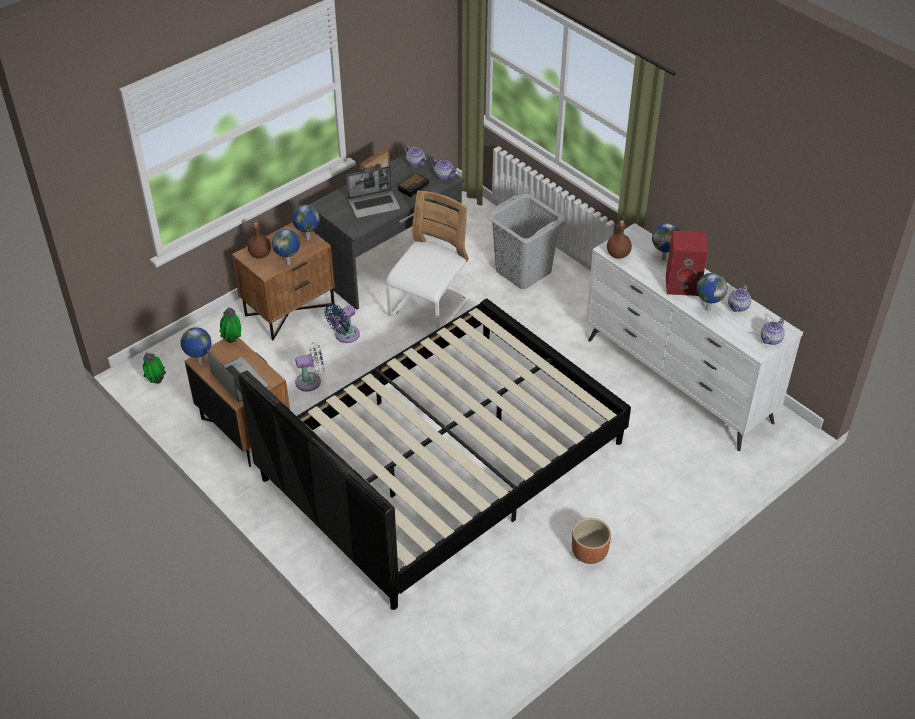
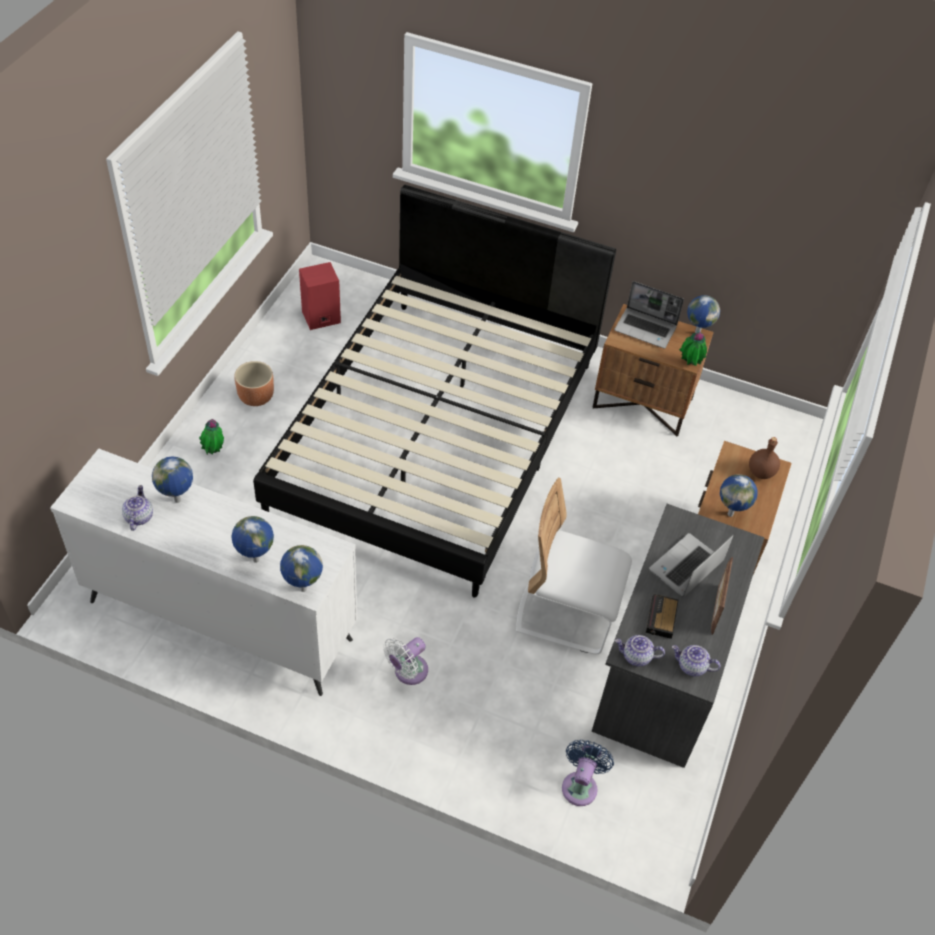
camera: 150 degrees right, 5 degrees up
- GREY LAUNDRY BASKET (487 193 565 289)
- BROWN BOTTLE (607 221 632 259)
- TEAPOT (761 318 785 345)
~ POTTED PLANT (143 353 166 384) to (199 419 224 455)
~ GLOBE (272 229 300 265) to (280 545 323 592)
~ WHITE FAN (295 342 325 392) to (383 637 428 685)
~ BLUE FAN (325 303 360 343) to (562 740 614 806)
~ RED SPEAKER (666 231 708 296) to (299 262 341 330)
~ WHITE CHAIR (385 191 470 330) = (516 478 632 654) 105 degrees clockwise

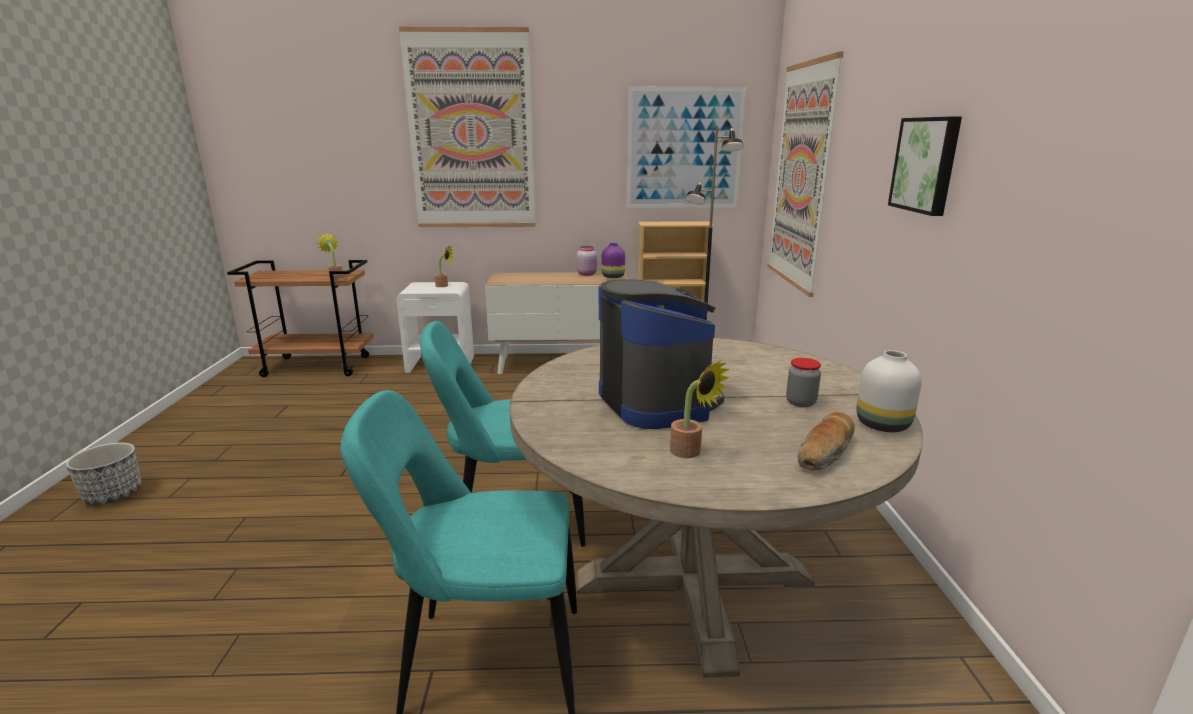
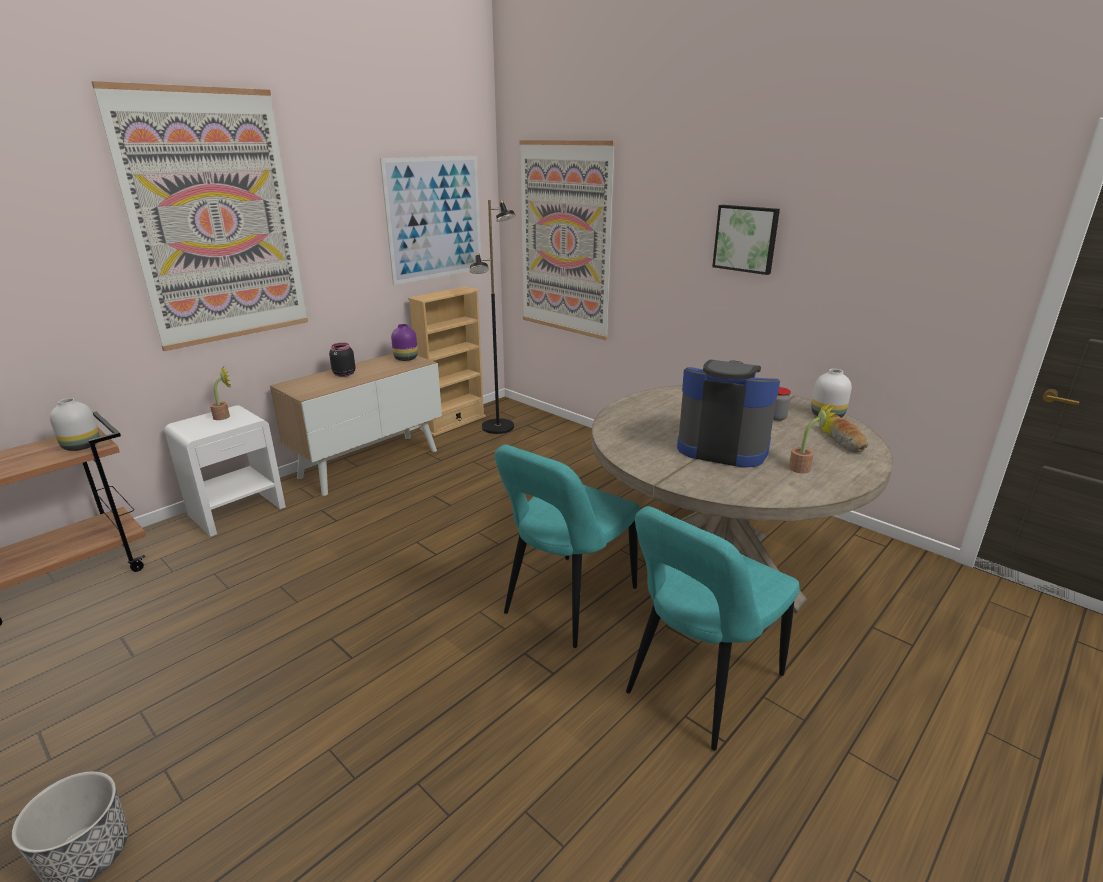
camera: 45 degrees left, 5 degrees up
- PINK JAR (577 246 597 276)
+ BLACK JAR (329 343 356 377)
~ POTTED PLANT (317 233 343 279) to WHITE VASE (50 398 100 451)

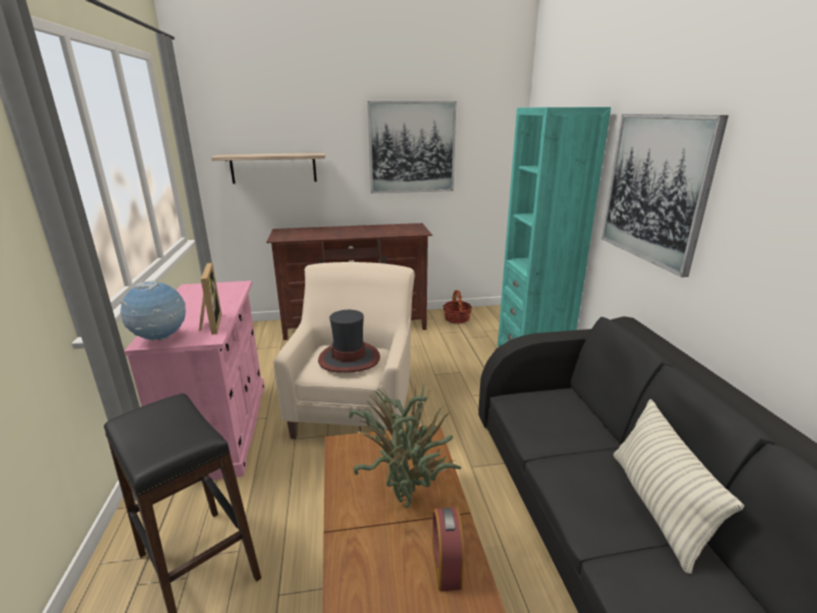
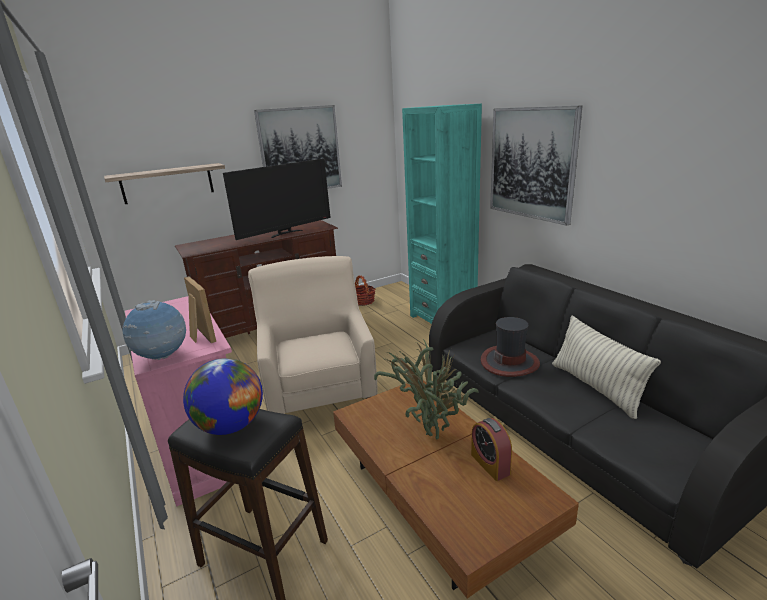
camera: 20 degrees left, 0 degrees up
+ GLOBE (183 358 263 435)
+ TELEVISION (223 158 331 240)
~ HAT (318 310 380 373) to (481 317 540 377)

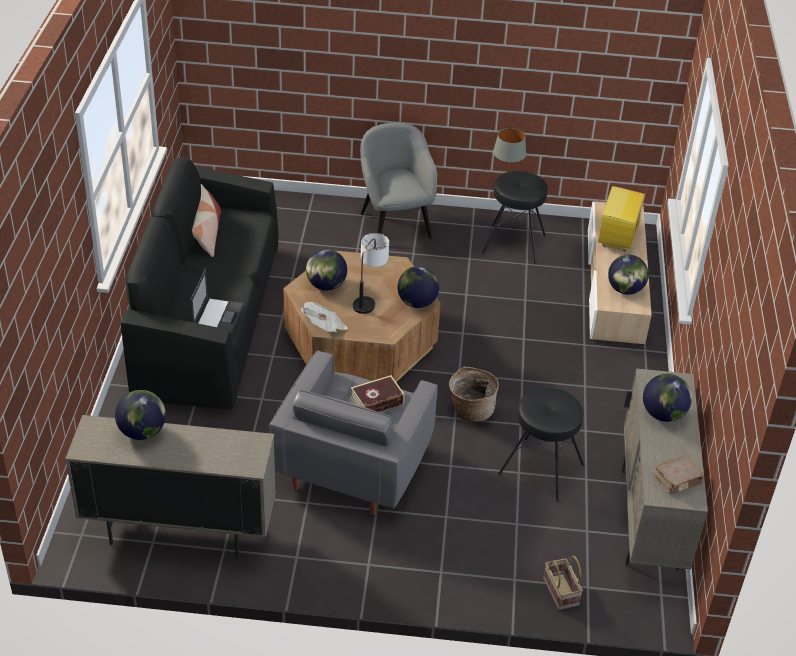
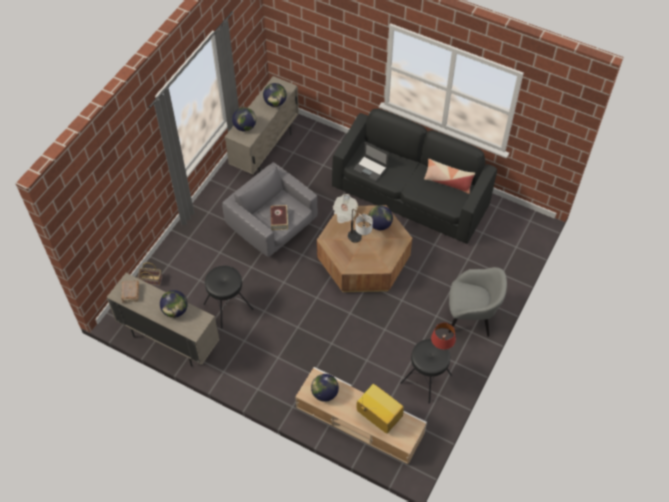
camera: 115 degrees right, 15 degrees up
- BASKET (449 366 499 422)
~ GLOBE (398 266 439 308) to (232 107 256 131)
~ GREY TABLE LAMP (493 128 526 174) to RED TABLE LAMP (431 323 456 350)

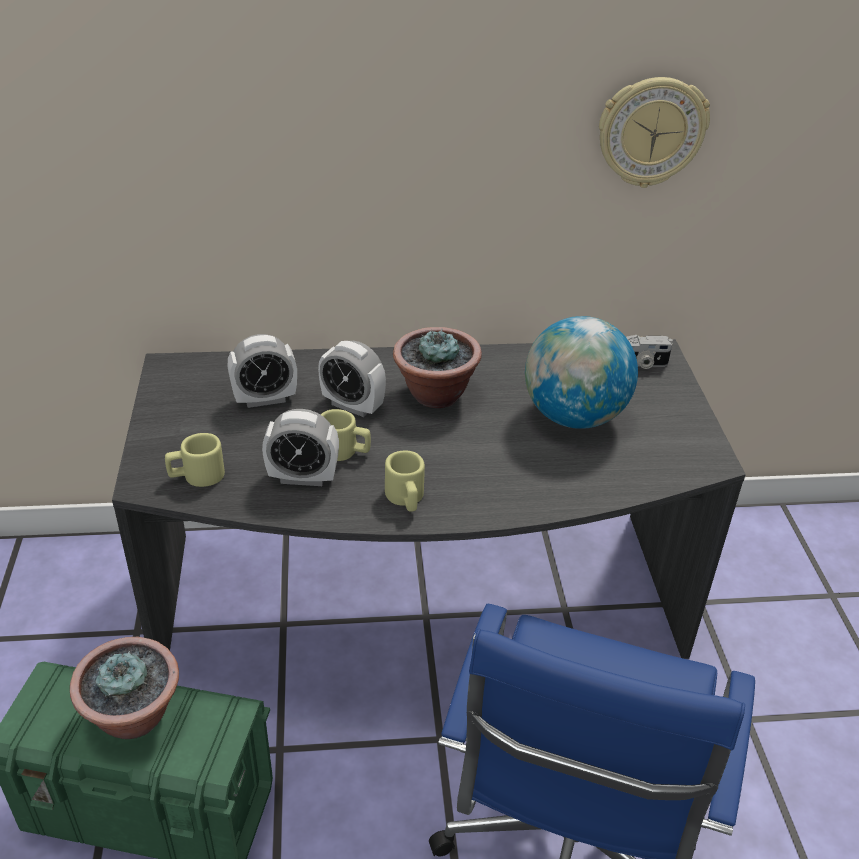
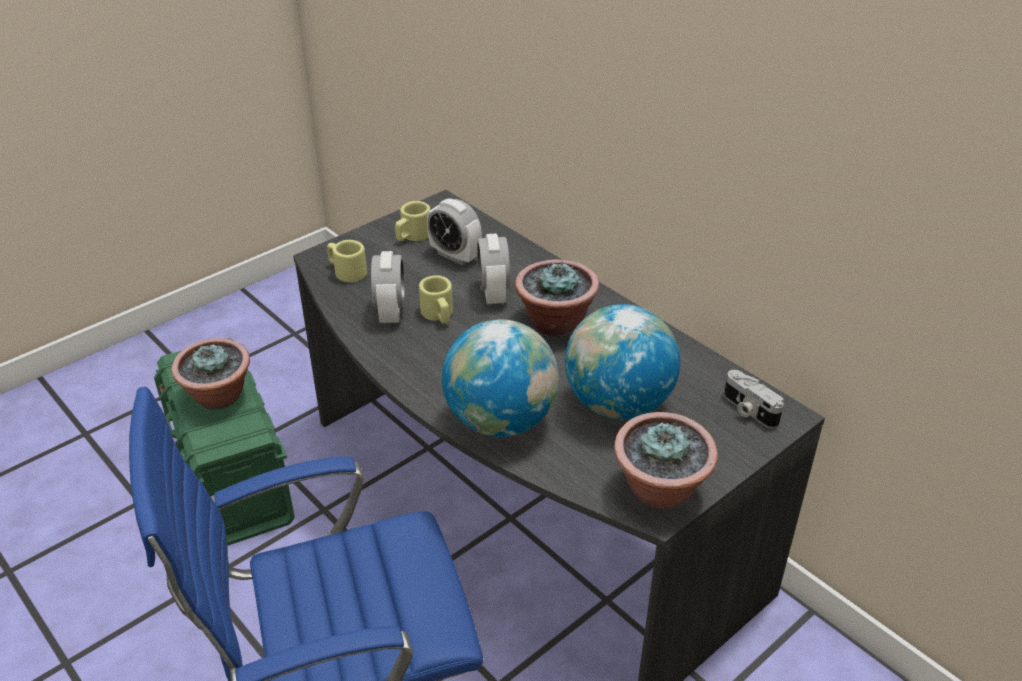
camera: 55 degrees right, 0 degrees up
- WALL CLOCK (599 77 710 188)
+ GLOBE (442 319 559 437)
+ POTTED PLANT (614 412 718 510)
~ BEIGE MUG (385 451 425 512) to (395 201 431 241)
~ ALARM CLOCK (262 409 339 486) = (371 251 404 323) 150 degrees counterclockwise

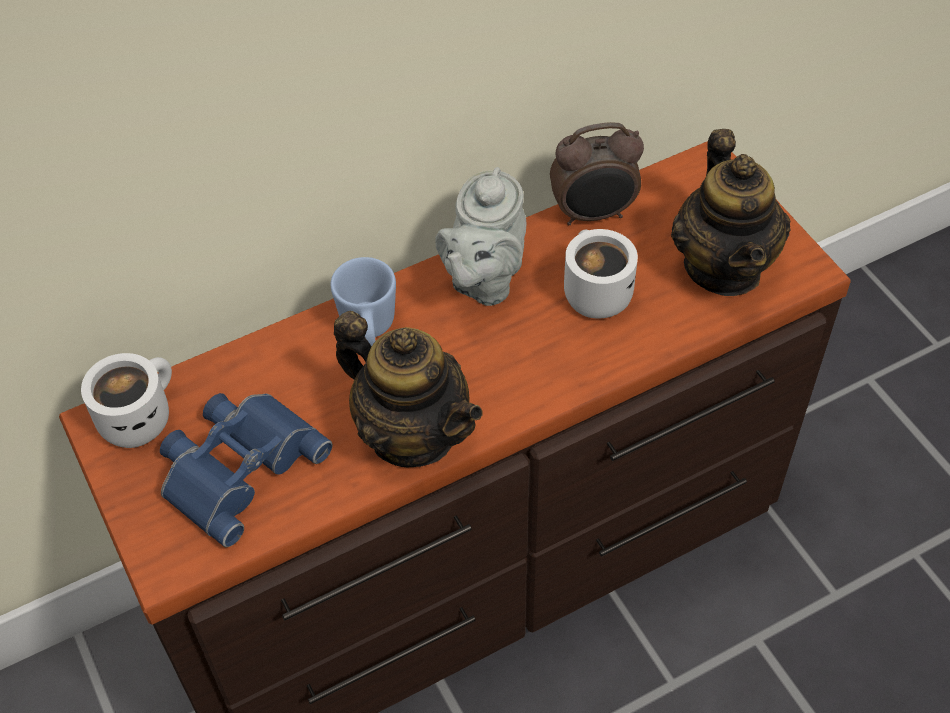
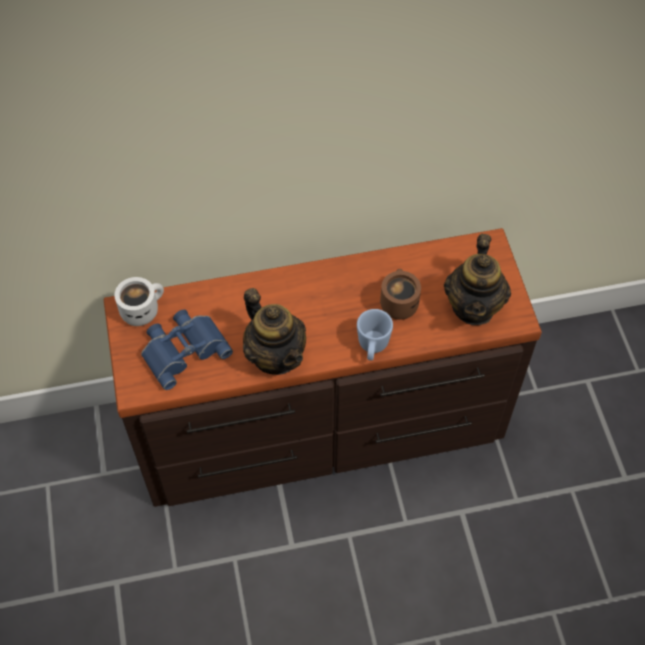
camera: 15 degrees right, 5 degrees up
- GREY TEAPOT (435 167 526 306)
- ALARM CLOCK (550 122 644 225)
~ BLUE MUG (331 257 396 347) to (357 309 393 361)
~ WHITE MUG (564 229 638 319) to BROWN MUG (380 269 421 320)

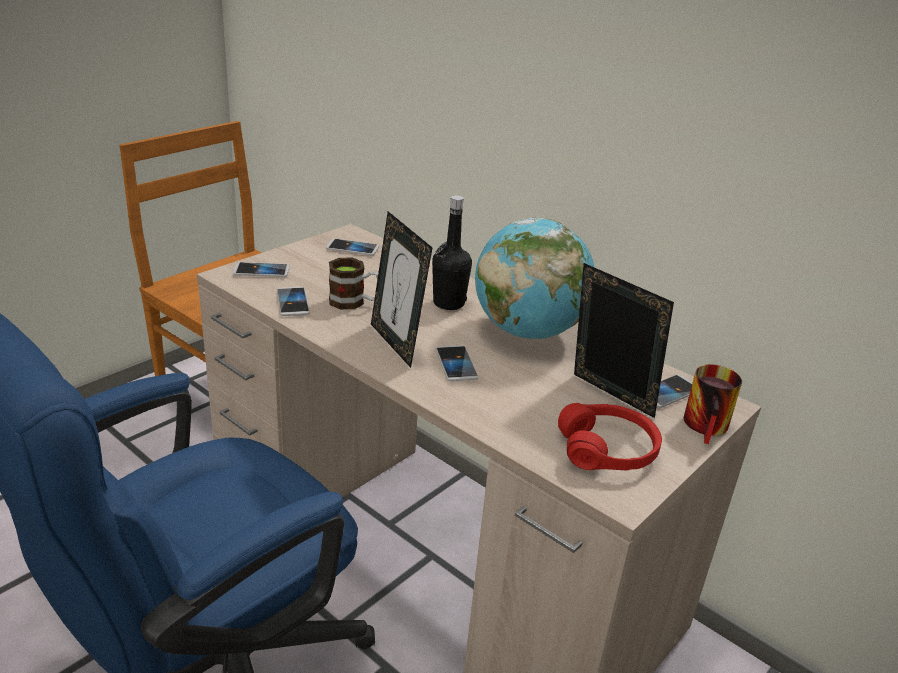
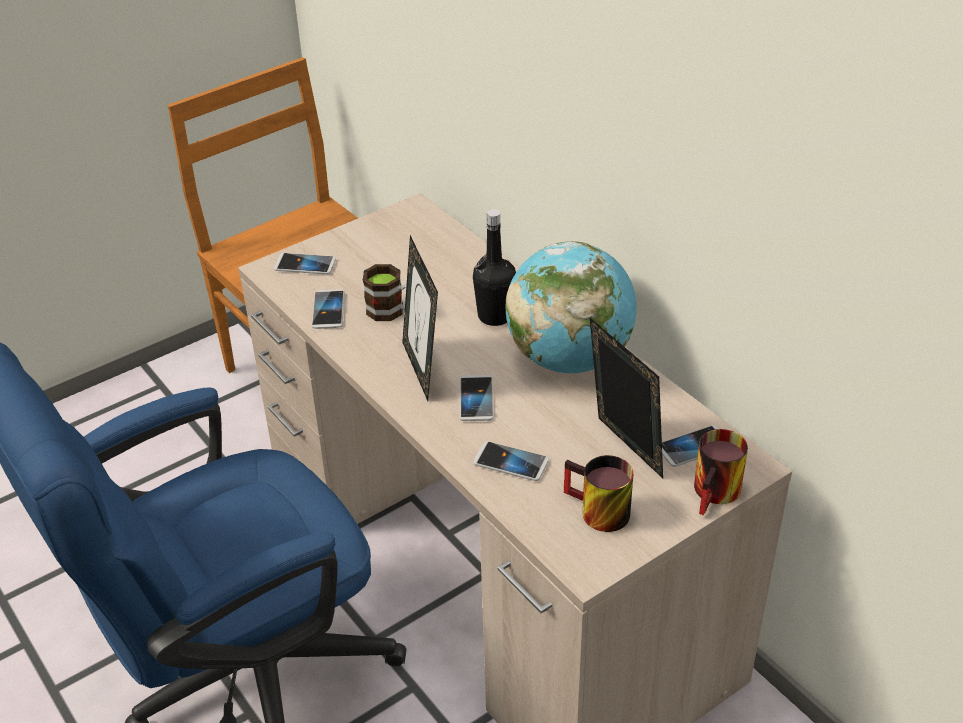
camera: 15 degrees right, 10 degrees up
~ PHONE (326 239 379 255) to (473 441 549 481)
~ RED HEADPHONES (558 403 662 470) to MUG (564 455 633 532)

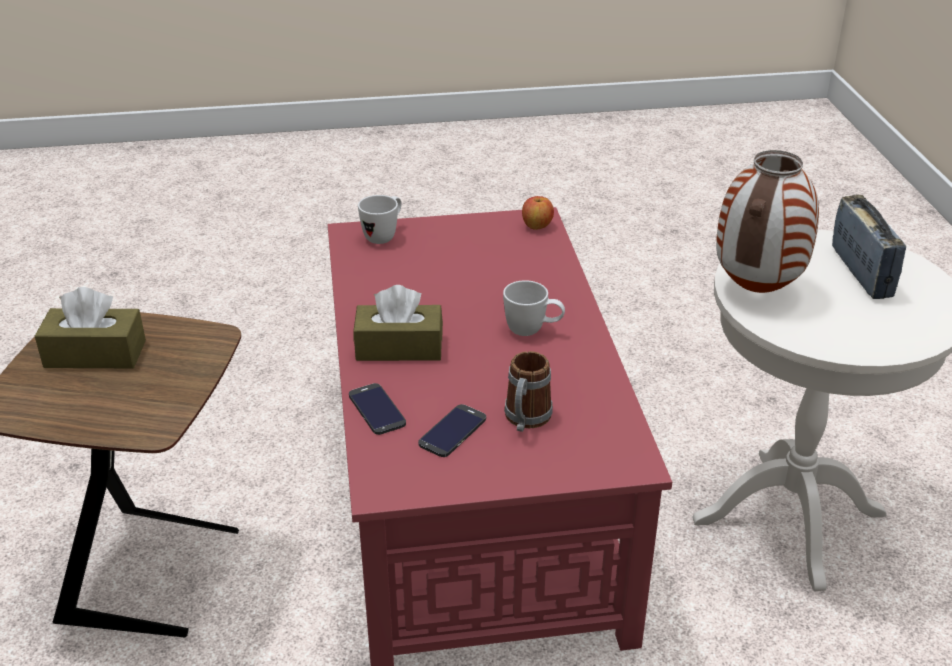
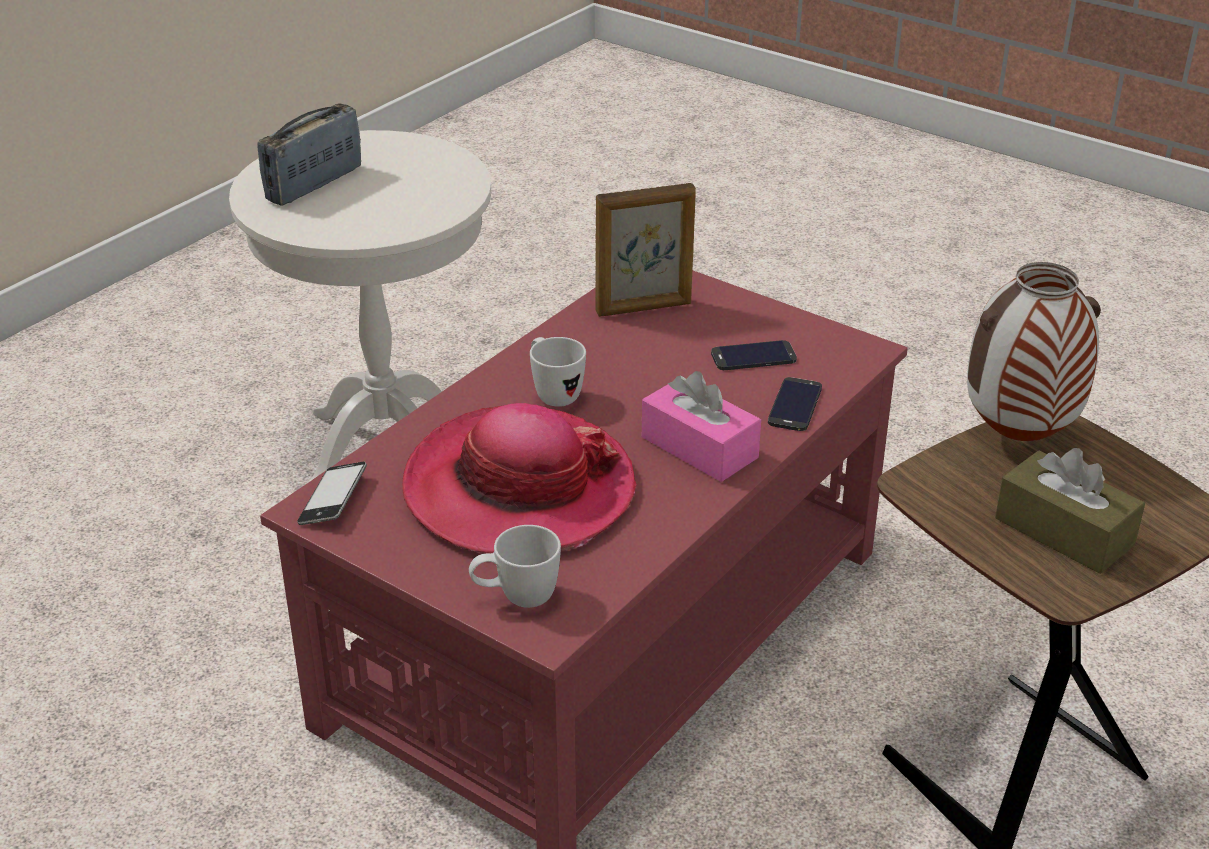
camera: 135 degrees left, 0 degrees up
- MUG (504 351 553 432)
+ HAT (402 403 637 553)
+ PICTURE FRAME (595 183 696 317)
~ VASE (716 150 819 293) to (967 262 1101 441)
~ APPLE (522 196 554 230) to PHONE (297 461 367 525)
~ BROWN TISSUE BOX (353 285 443 361) to PINK TISSUE BOX (642 371 761 482)

